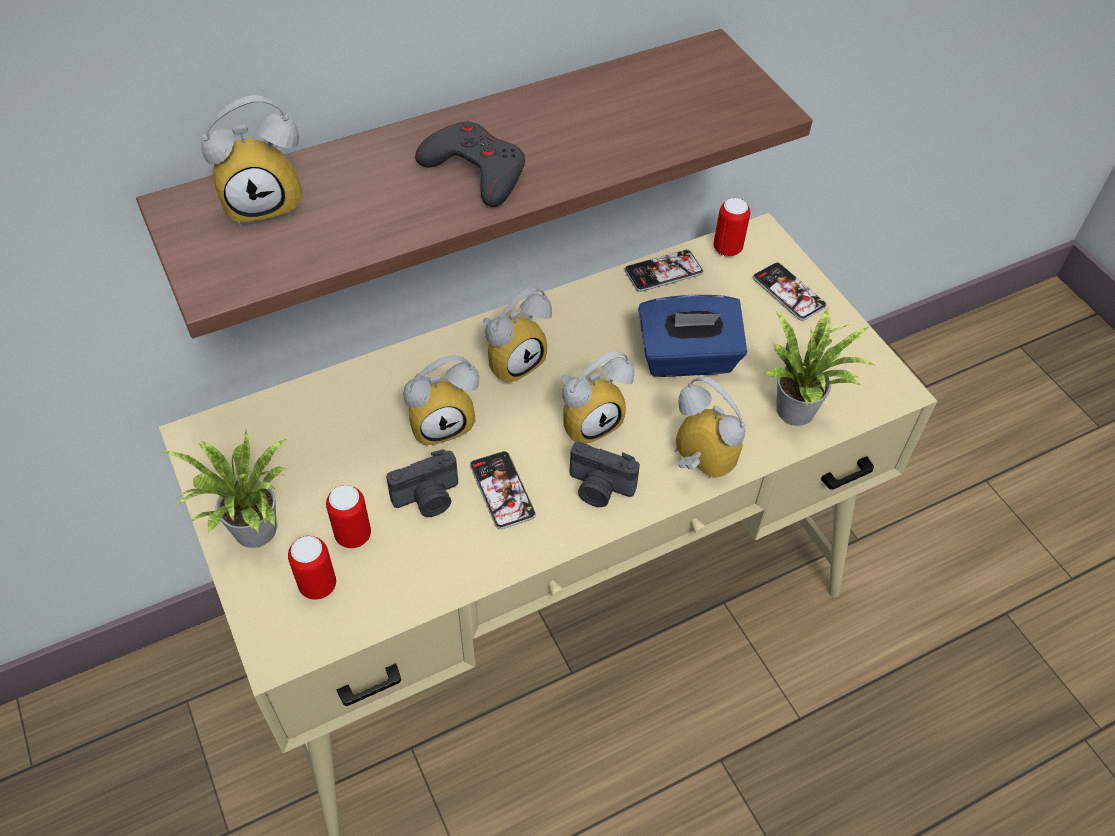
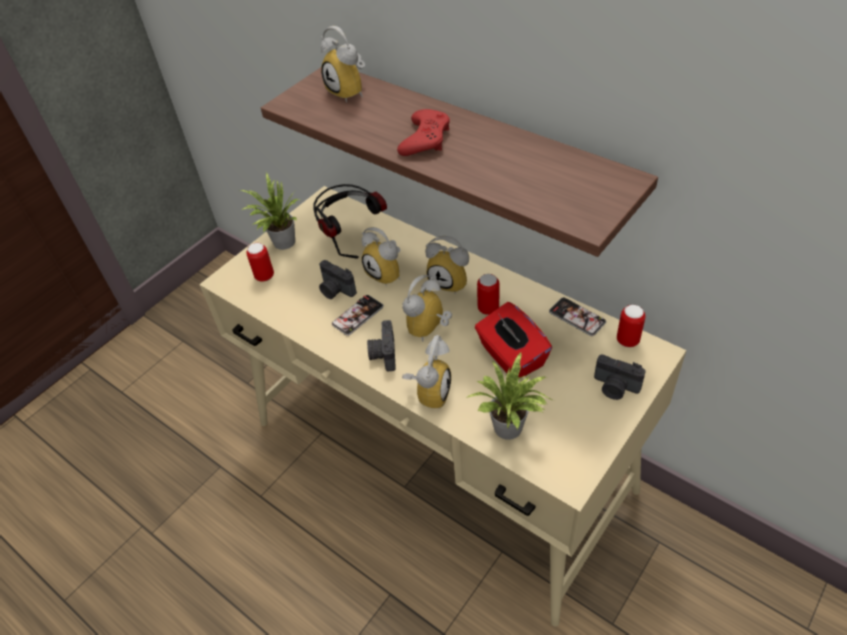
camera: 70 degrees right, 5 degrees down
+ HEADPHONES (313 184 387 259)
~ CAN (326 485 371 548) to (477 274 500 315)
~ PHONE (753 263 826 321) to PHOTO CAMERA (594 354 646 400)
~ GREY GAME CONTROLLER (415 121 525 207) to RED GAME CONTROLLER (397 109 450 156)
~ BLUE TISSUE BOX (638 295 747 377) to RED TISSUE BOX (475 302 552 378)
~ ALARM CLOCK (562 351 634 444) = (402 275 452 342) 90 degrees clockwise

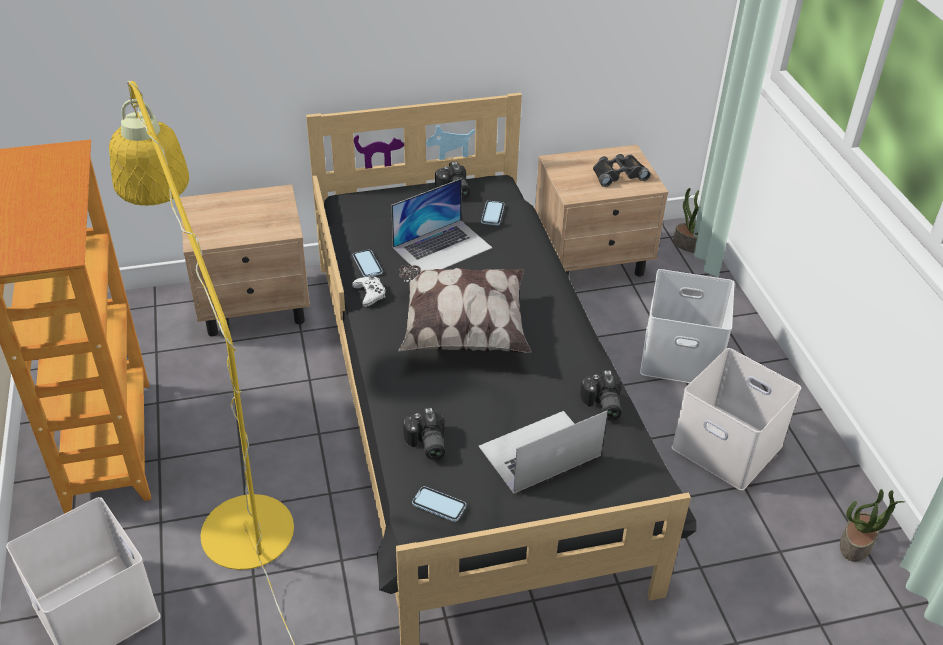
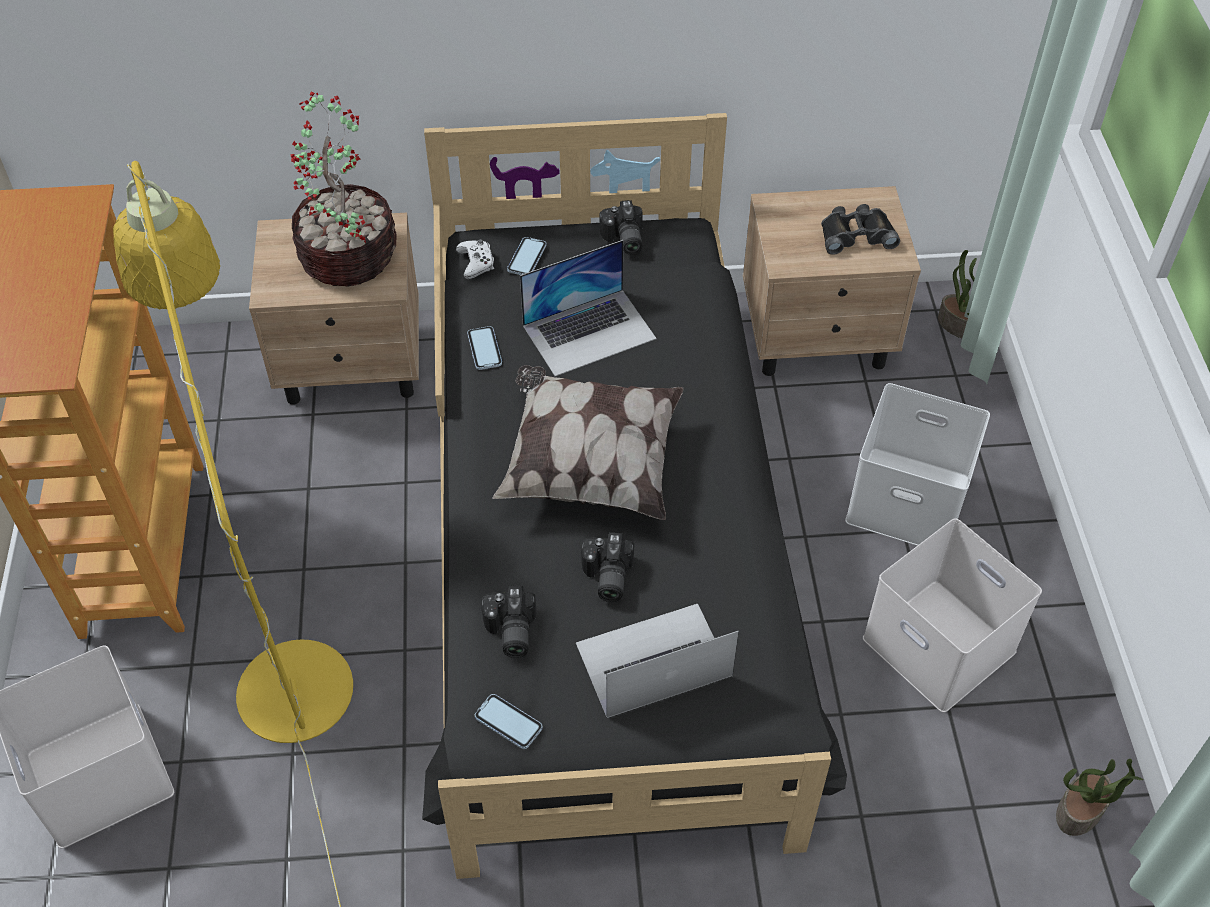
camera: 10 degrees right, 10 degrees up
+ POTTED PLANT (290 91 397 287)
~ WHITE GAME CONTROLLER (352 275 385 307) to (456 239 494 279)
~ PHONE (481 201 505 225) to (507 237 547 275)
~ PHOTO CAMERA (580 370 621 420) to (581 533 634 602)

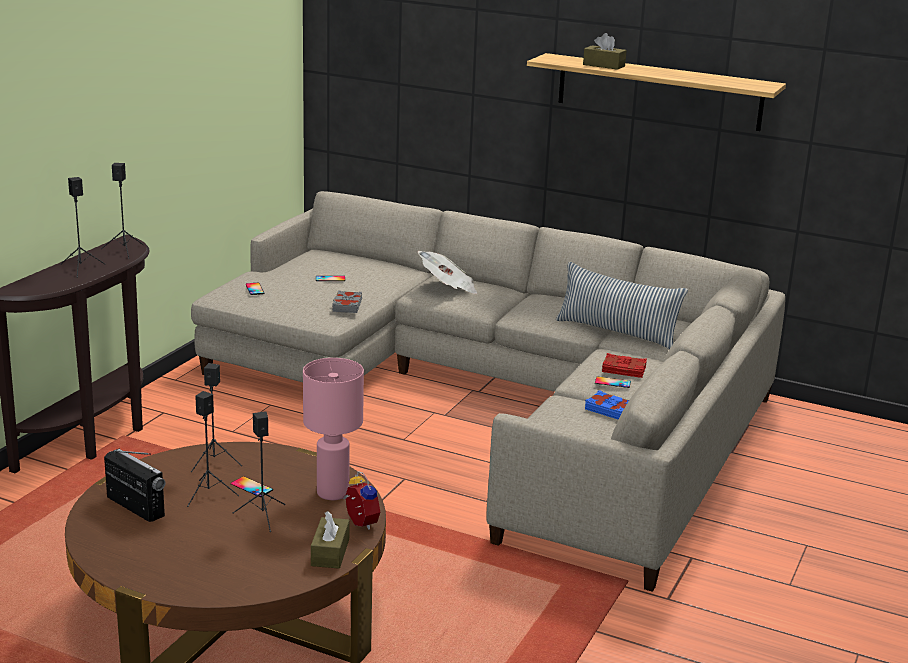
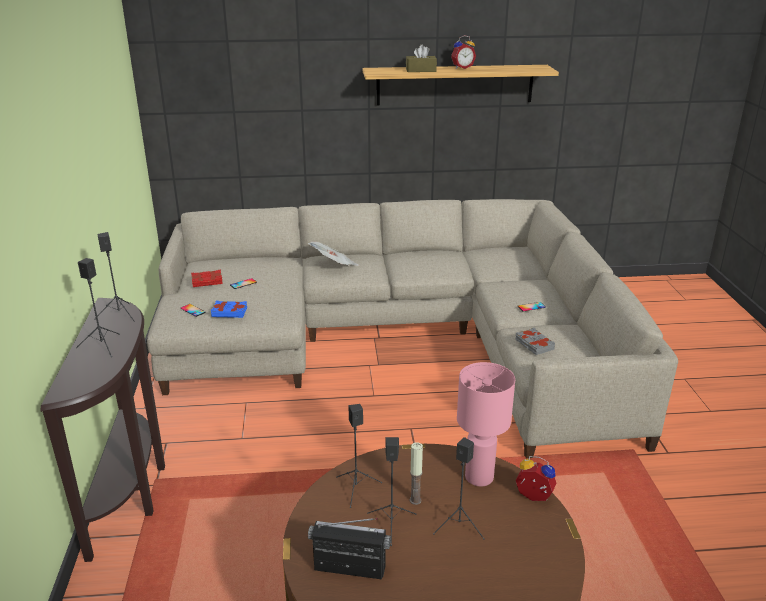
camera: 30 degrees left, 5 degrees up
- BROWN TISSUE BOX (311 511 350 569)
- PILLOW (556 262 688 349)
+ ALARM CLOCK (451 35 476 69)
~ GREY BOOK (332 291 362 313) to (515 328 555 355)
~ BLUE BOOK (585 390 629 420) to (211 301 247 318)
~ RED BOOK (602 353 647 378) to (191 270 223 287)
~ PHONE (231 476 273 497) to CANDLE (410 442 423 505)

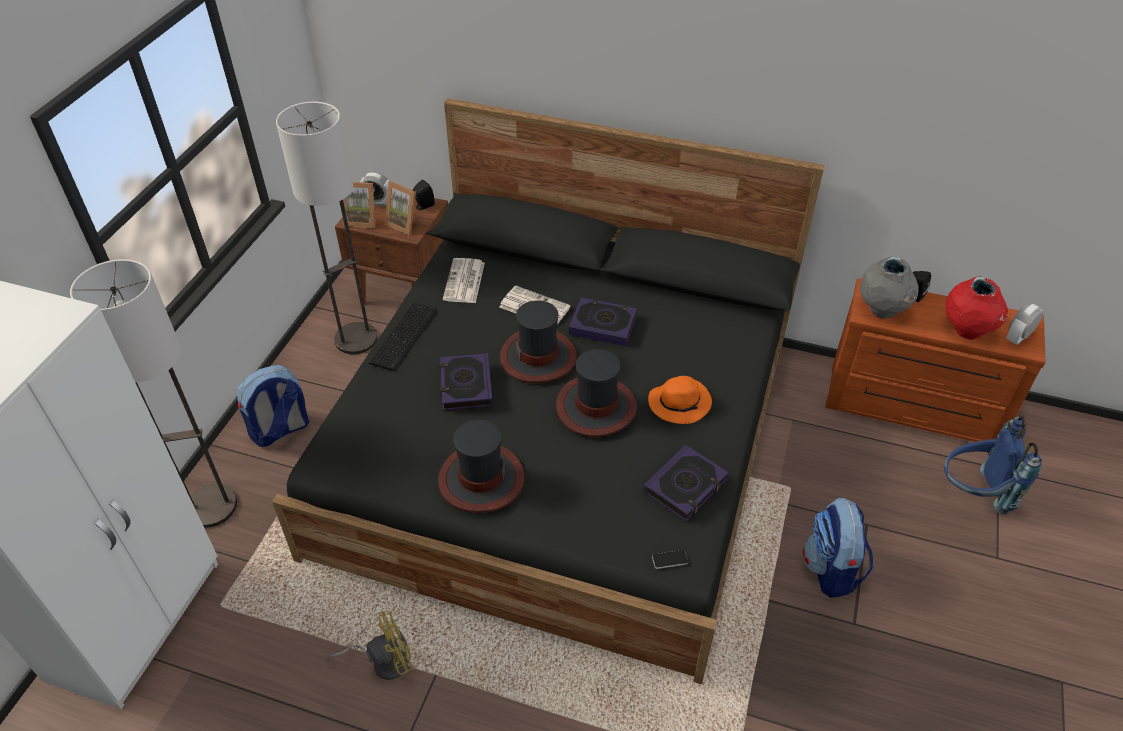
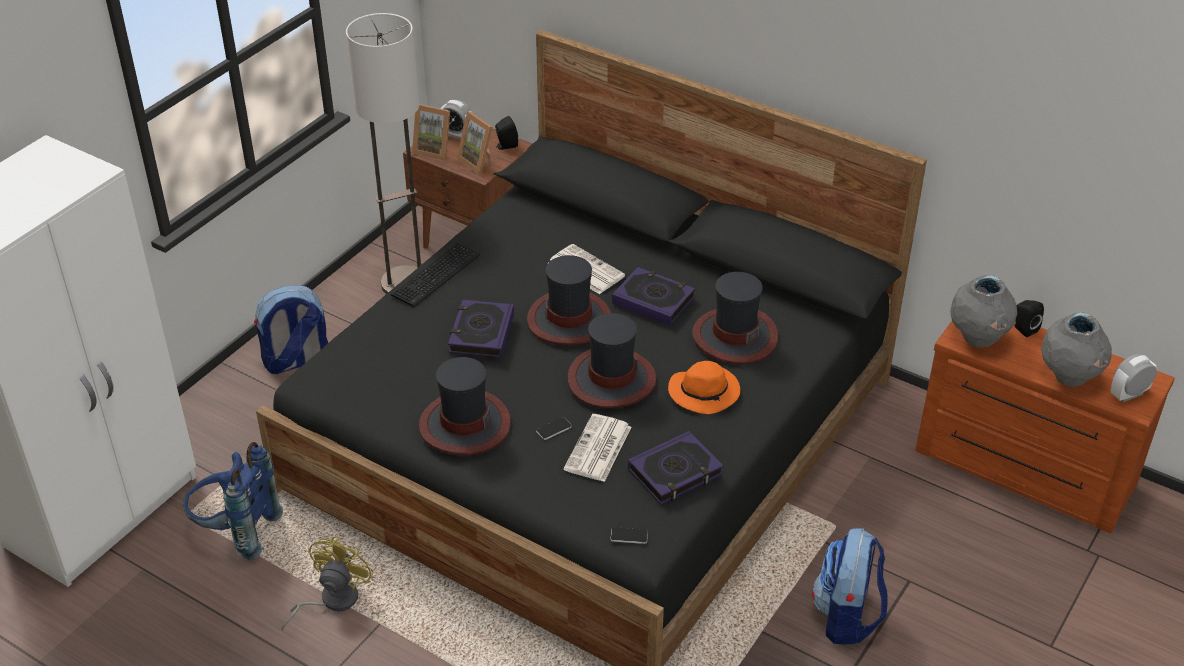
camera: 15 degrees right, 5 degrees down
- FLOOR LAMP (70 259 237 528)
+ PHONE (536 417 572 440)
+ HAT (692 272 778 364)
~ NEWSPAPER (443 258 485 303) to (564 414 631 482)
~ BLUE BACKPACK (944 416 1042 515) to (183 442 283 560)
~ RED VASE (945 277 1008 339) to GREY VASE (1041 312 1112 387)
~ YELLOW FAN (327 611 415 680) = (281 536 374 631) 60 degrees counterclockwise

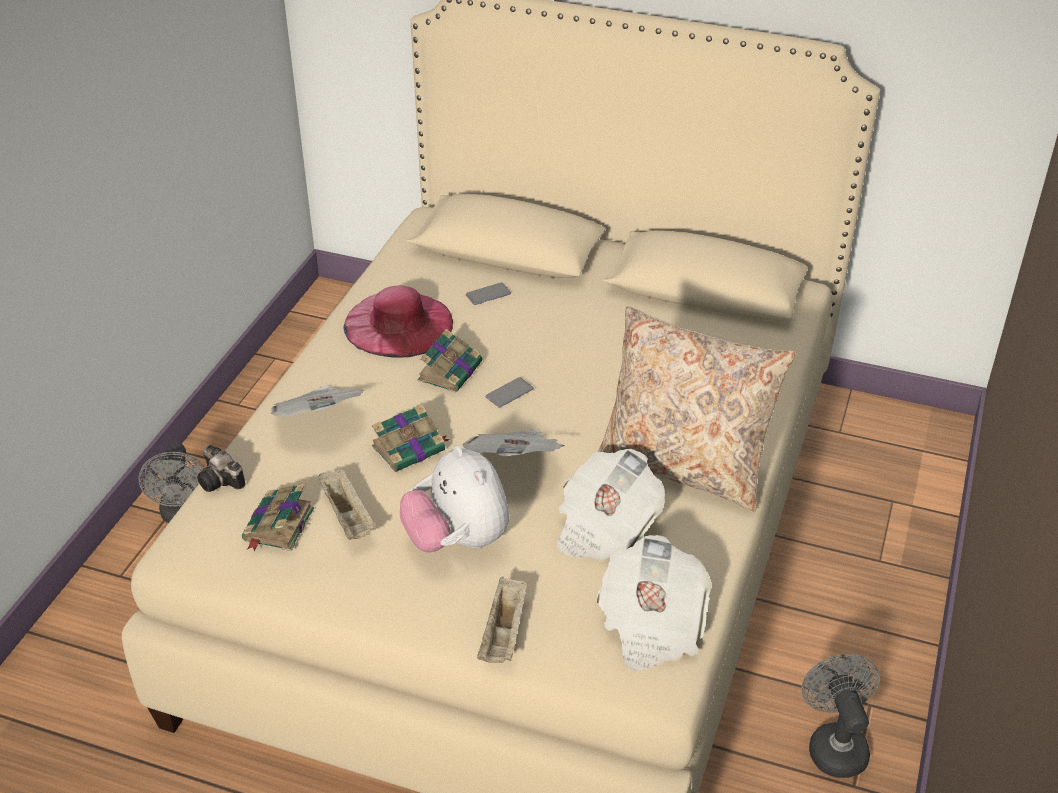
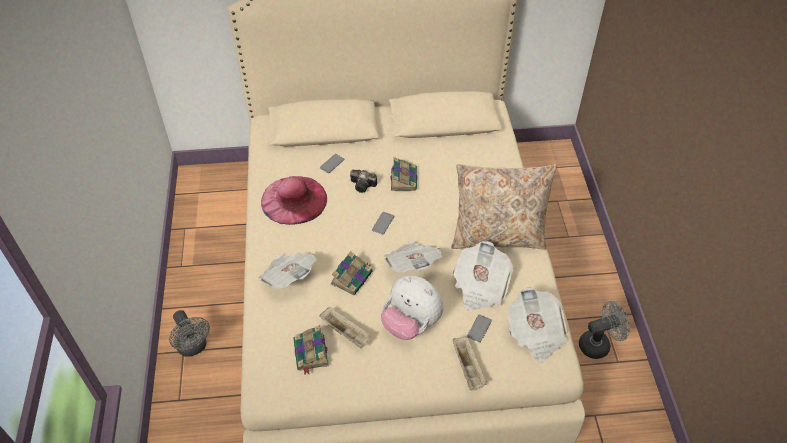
camera: 25 degrees left, 10 degrees up
+ PHONE (467 315 492 342)
~ PHOTO CAMERA (197 445 245 492) to (350 170 377 193)
~ BOOK (418 329 482 393) to (390 157 417 191)
~ GREY FAN (801 654 880 778) = (579 301 630 359) 105 degrees clockwise

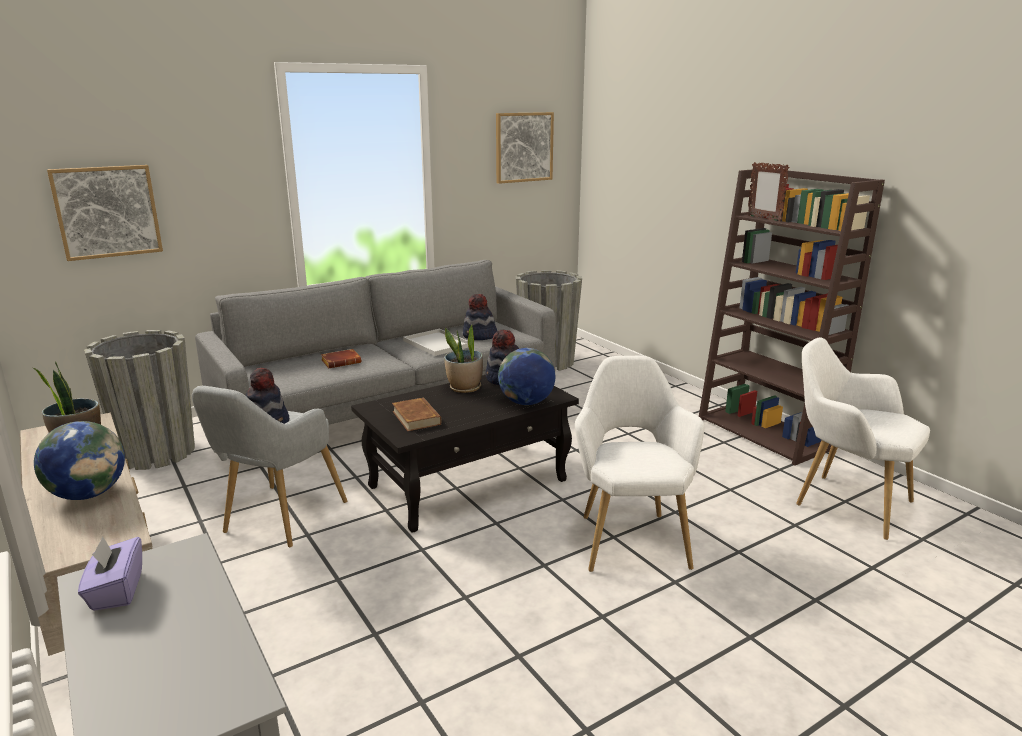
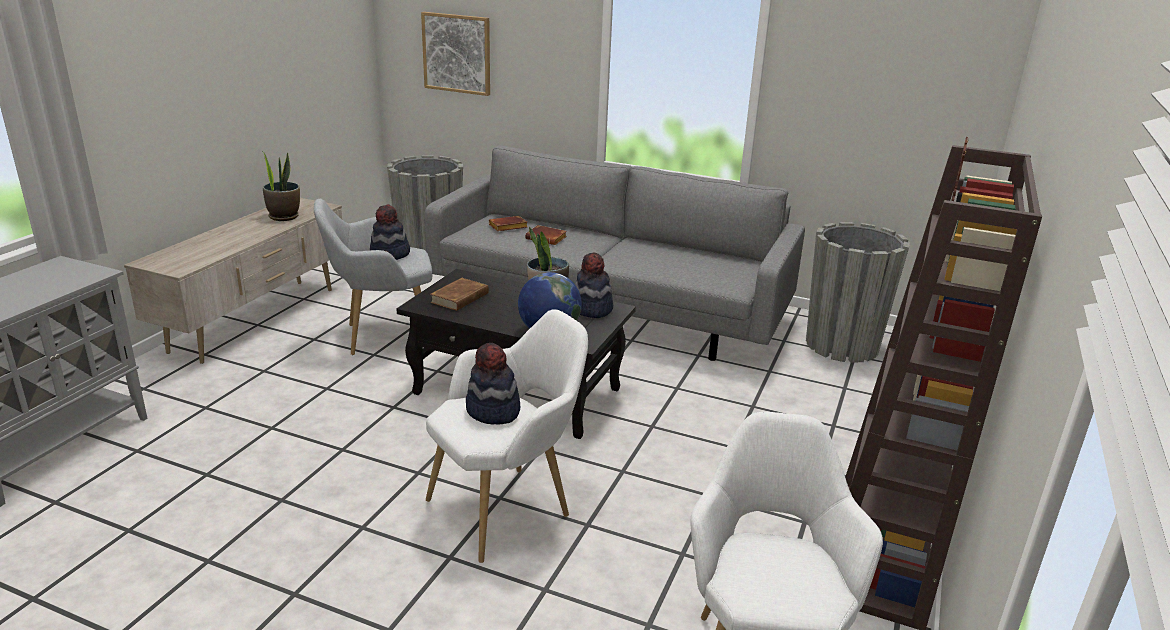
camera: 55 degrees right, 5 degrees up
- GLOBE (34 421 125 500)
- PURPLE TISSUE BOX (78 536 142 611)
- WHITE TRAY (403 329 468 356)
- PICTURE (496 112 554 184)
+ BROWN BOOK (489 216 527 231)
~ HAT (463 294 497 340) to (466 343 520 425)

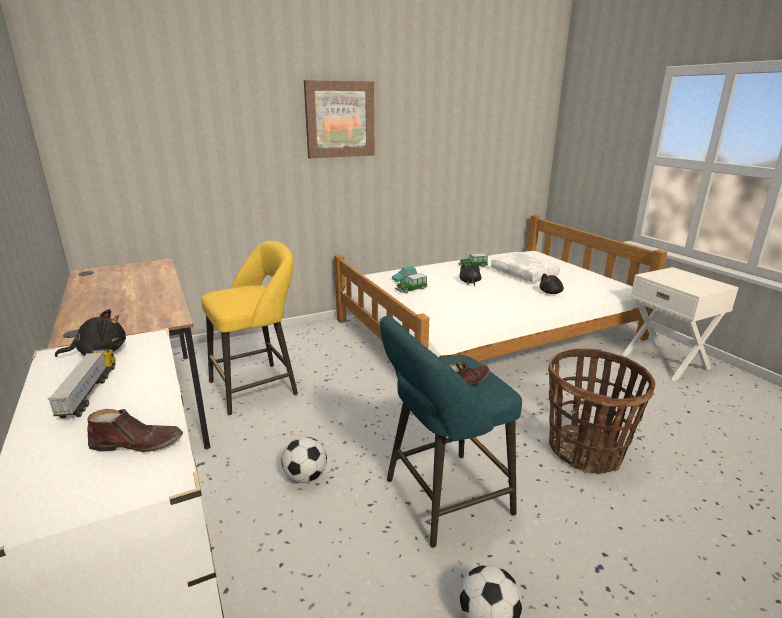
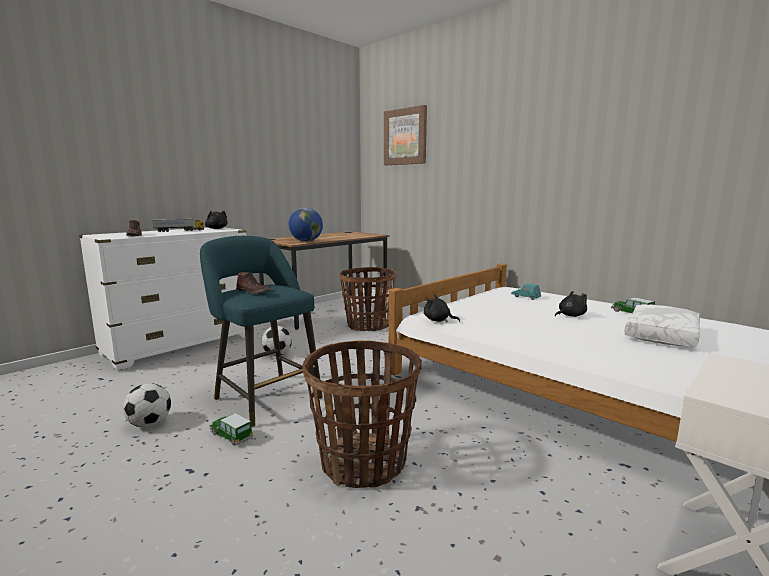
camera: 70 degrees right, 10 degrees down
+ GLOBE (289 208 323 242)
~ PICTURE (304 80 375 158) to (384 105 427 165)
~ TOY CAR (395 273 428 294) to (210 413 253 445)
~ BLACK PLUSH TOY (540 274 564 294) to (424 295 460 322)
~ YELLOW STOOL (201 241 298 416) to BASKET (339 267 396 331)

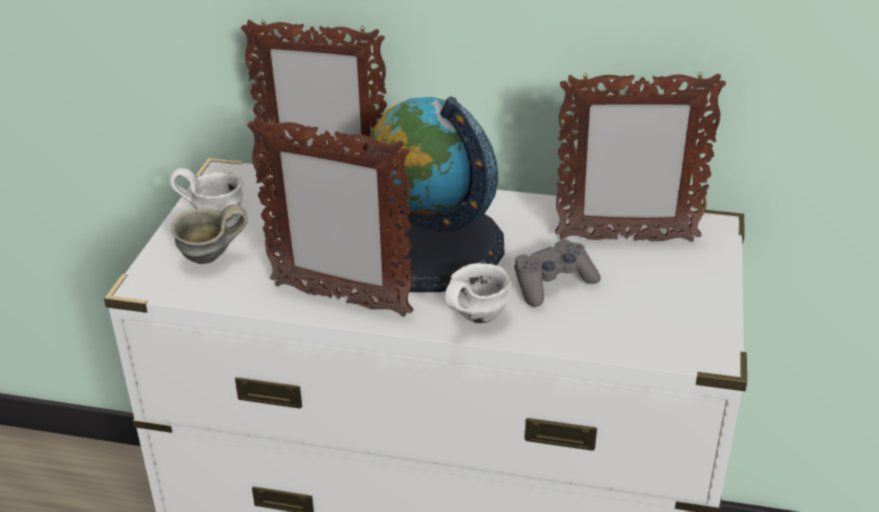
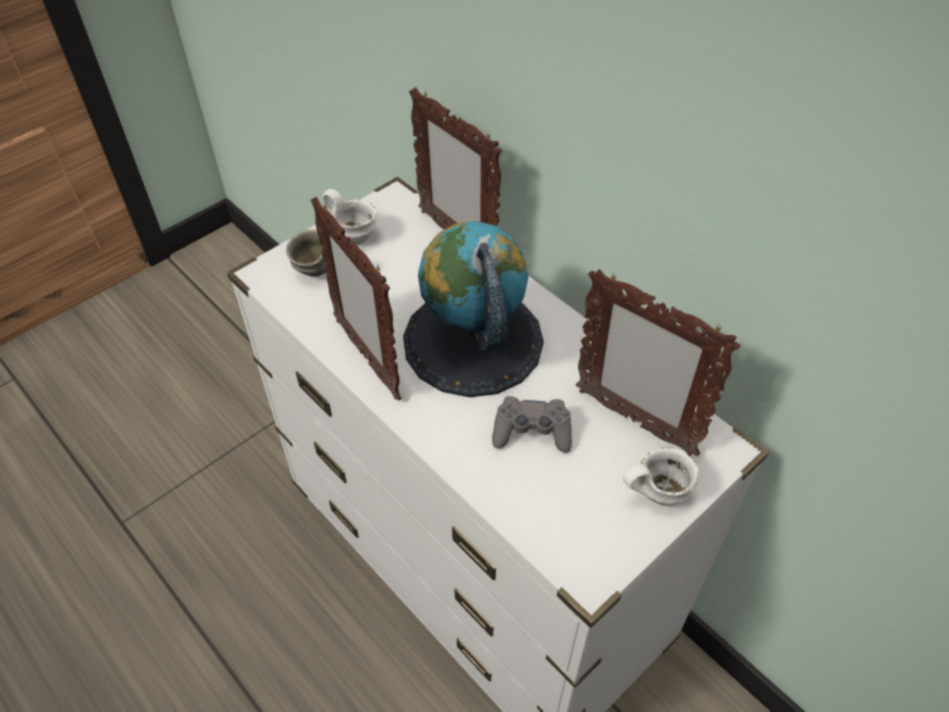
camera: 35 degrees right, 15 degrees up
~ WHITE MUG (444 263 511 323) to (623 447 699 506)

